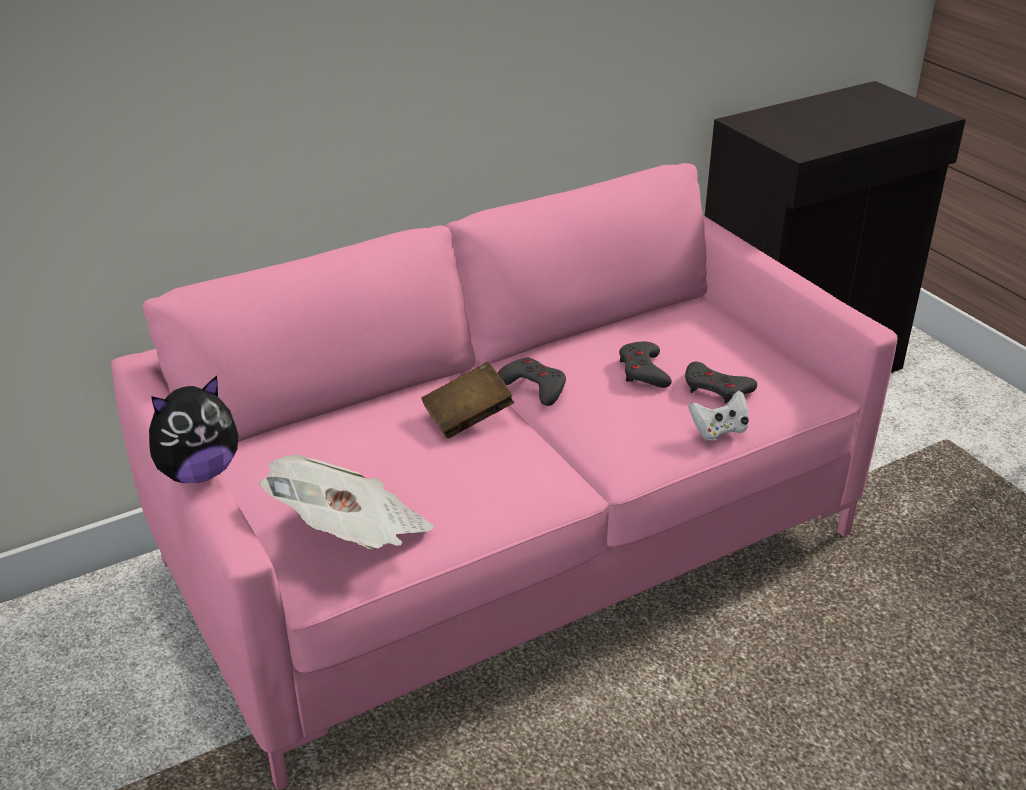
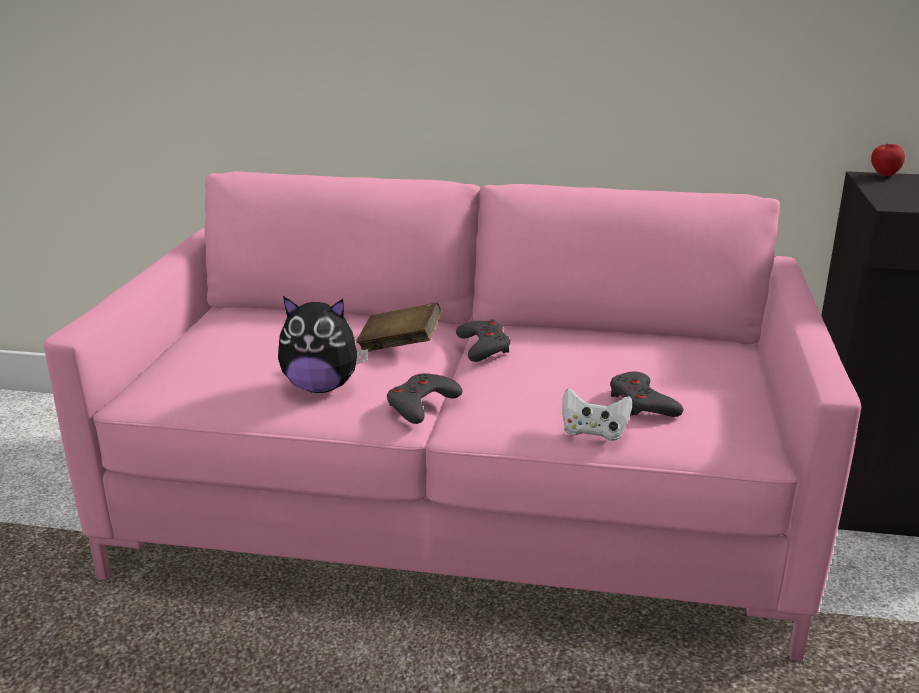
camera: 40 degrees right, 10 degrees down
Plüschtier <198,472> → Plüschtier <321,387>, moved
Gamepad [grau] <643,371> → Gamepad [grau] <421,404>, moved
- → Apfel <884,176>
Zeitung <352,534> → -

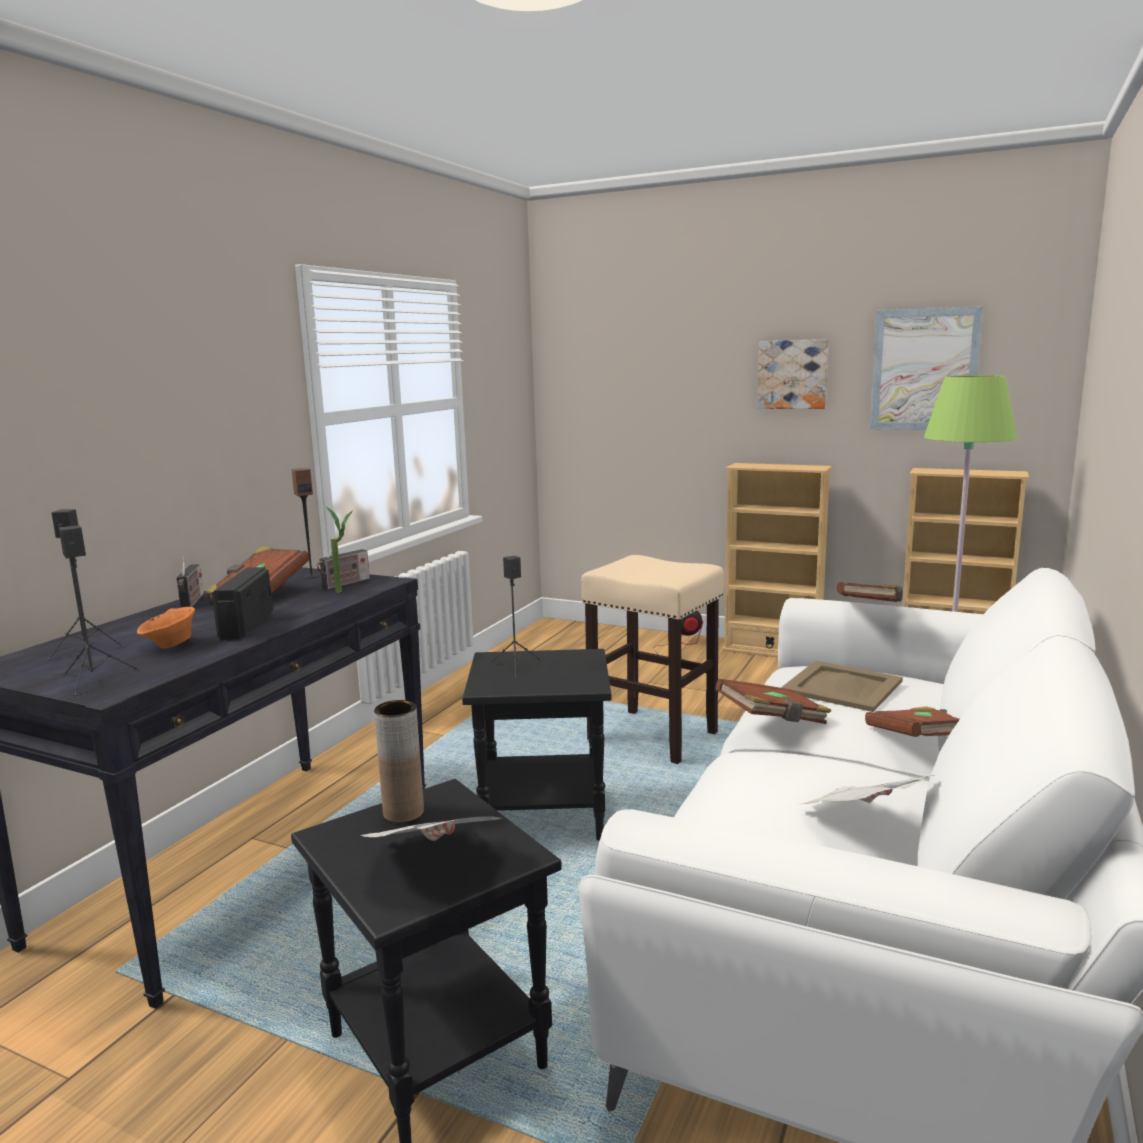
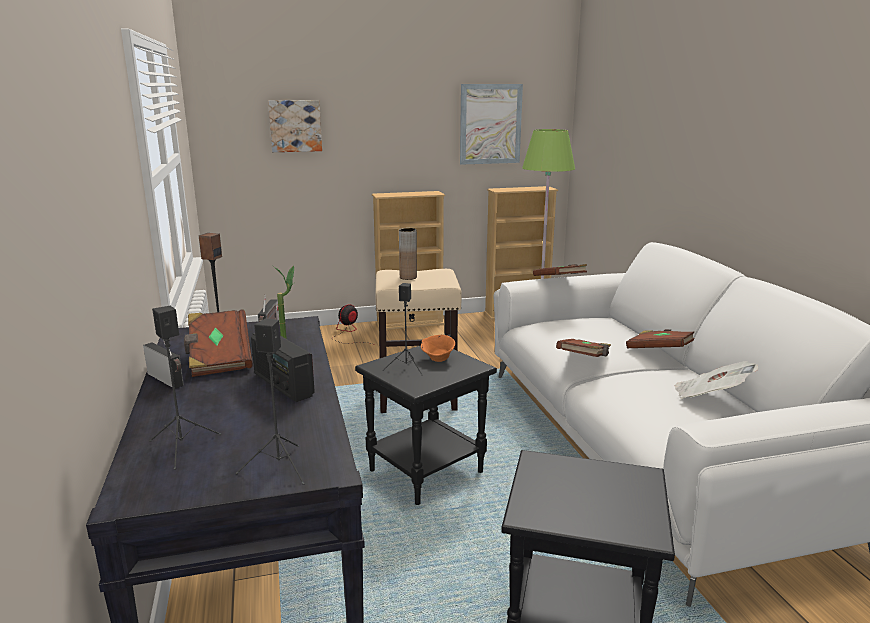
camera: 40 degrees left, 5 degrees up
Bild <793,374> → Bild <295,125>, moved
Vase [braun] <403,813> → Vase [braun] <408,277>, moved
Schüssel [orange] <170,645> → Schüssel [orange] <438,359>, moved
Zeitung <436,860> → -
Tablett [beige] <842,687> → -

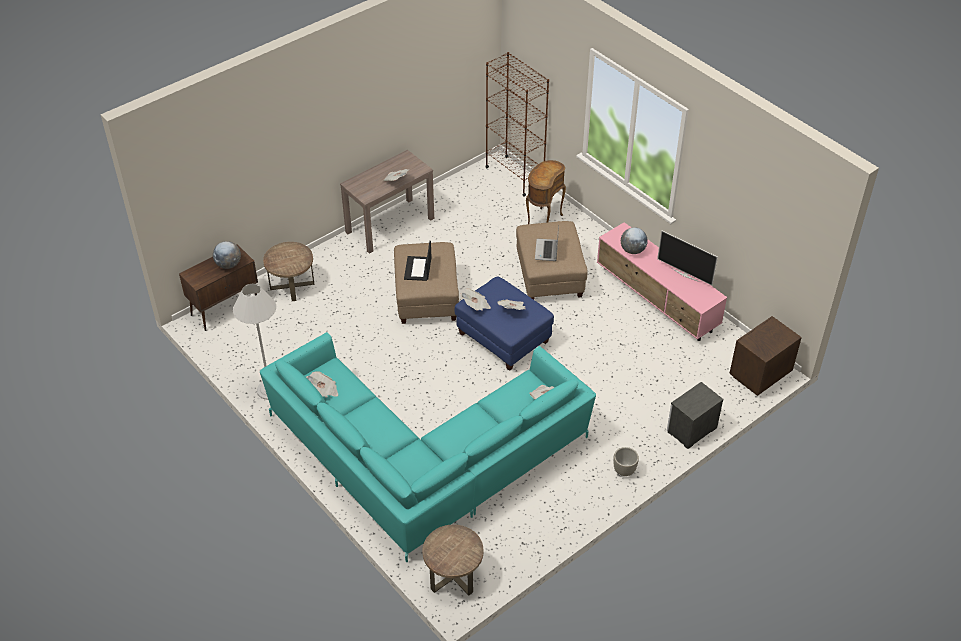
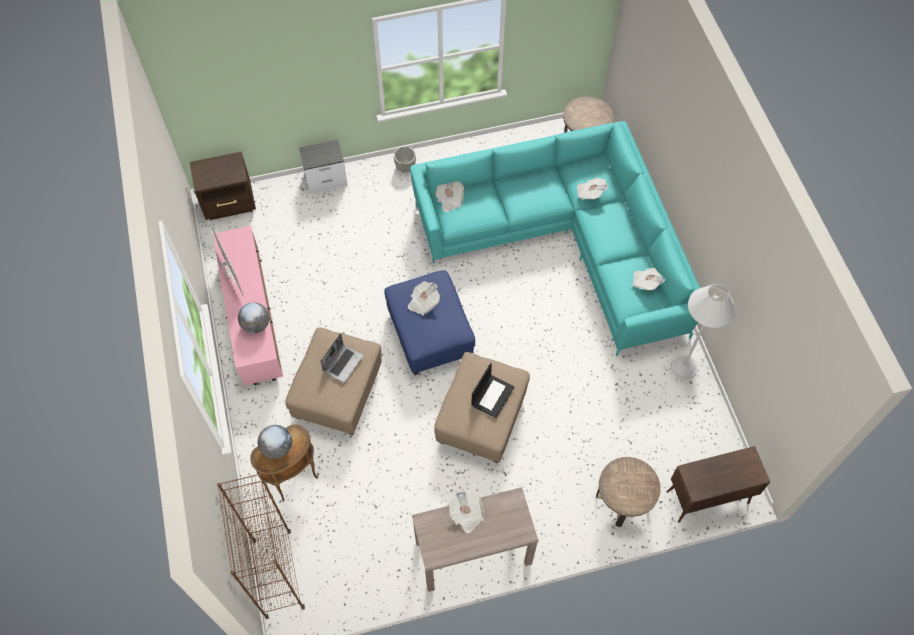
camera: 155 degrees left, 15 degrees up
Globus <228,265> → Globus <277,448>, moved
Zeitung <476,305> → Zeitung <590,193>, moved

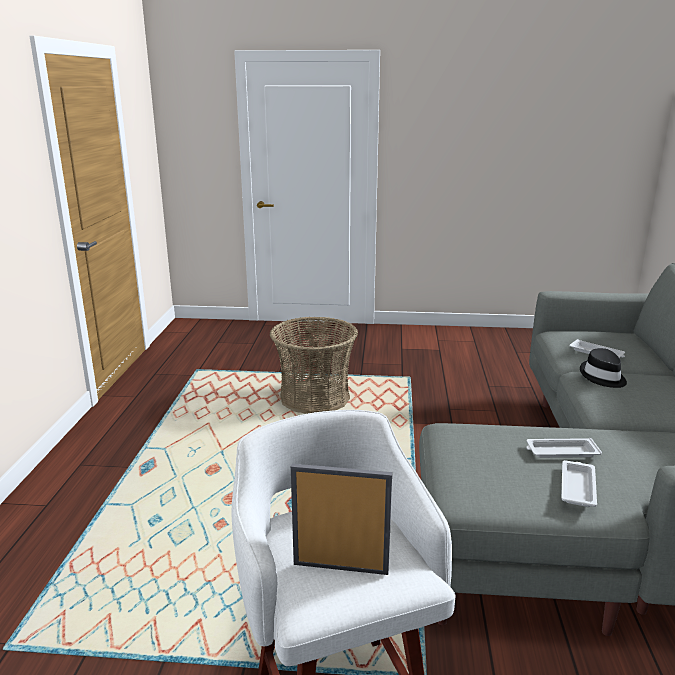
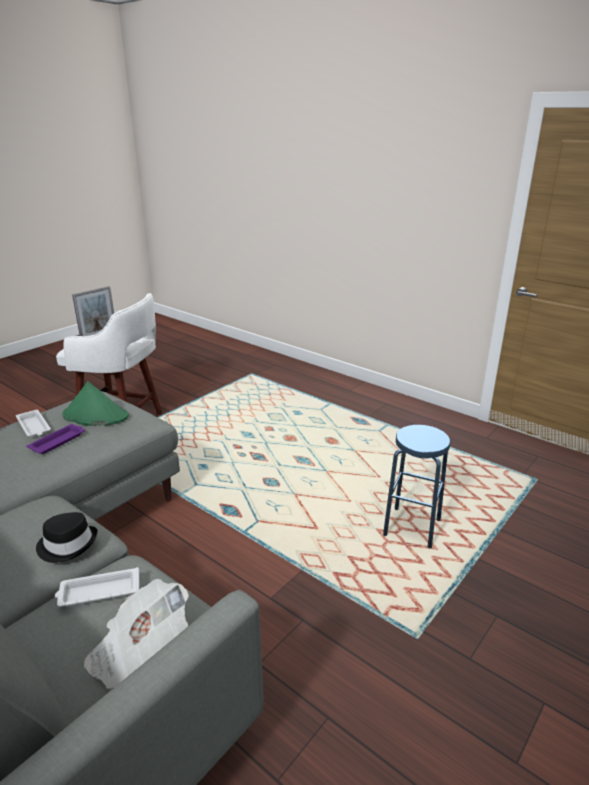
camera: 125 degrees right, 5 degrees up
Tablett [weiß] <561,452> → Tablett [lila] <58,441>
- → Hut [grün] <95,416>
- → Zeitung <140,654>
Korb <314,398> → Hocker [blau] <412,528>

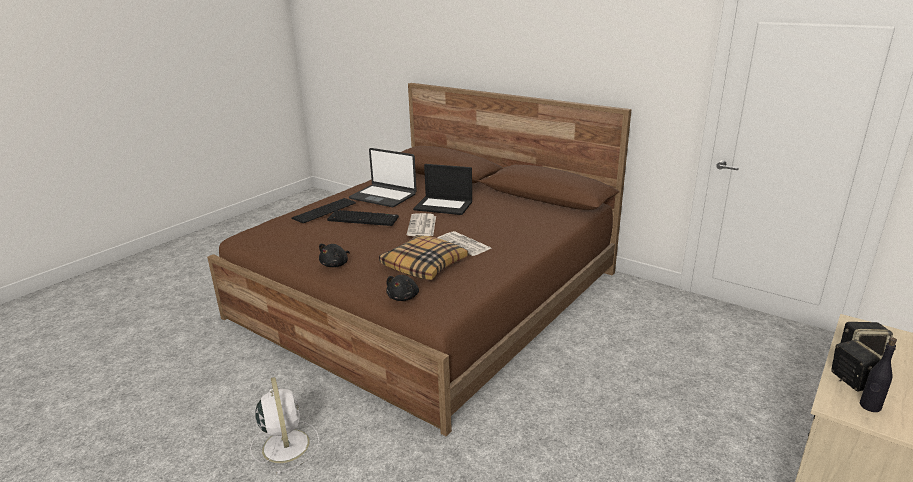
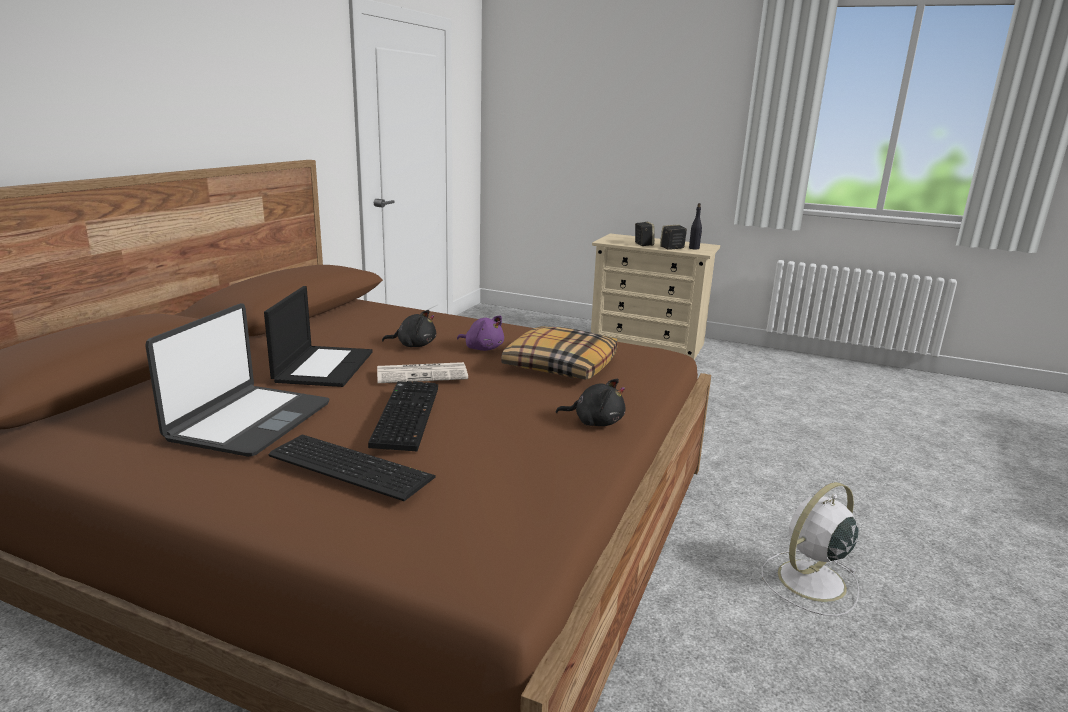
camera: 105 degrees left, 5 degrees down
Plüschtier [schwarz] <403,297> → Plüschtier [schwarz] <414,345>, moved
Zeitung <465,244> → Plüschtier [lila] <482,348>

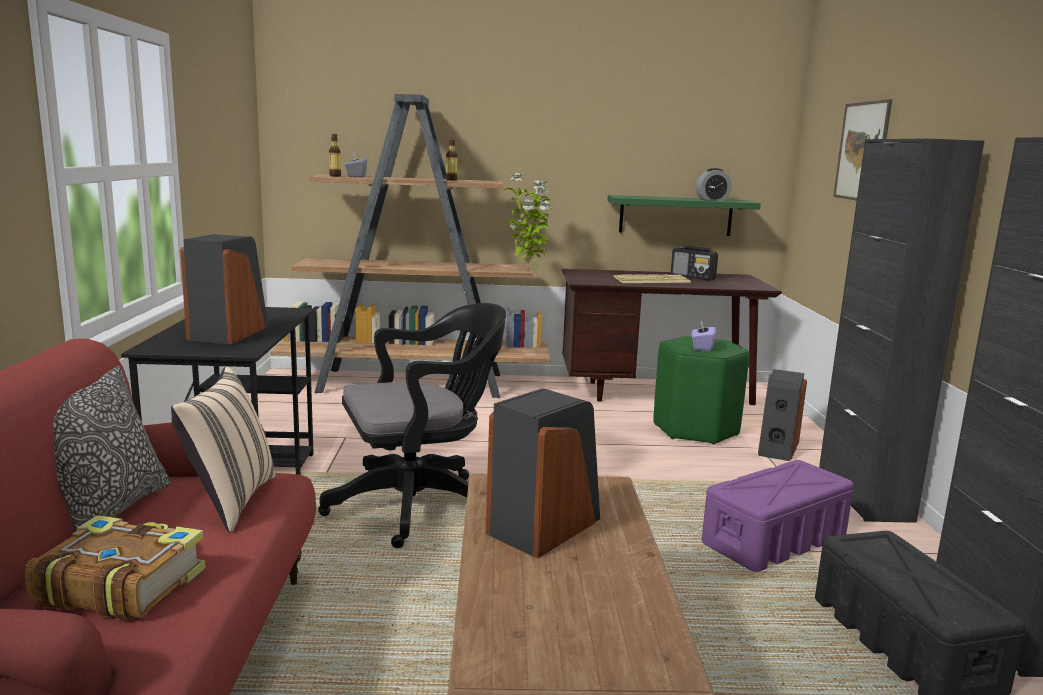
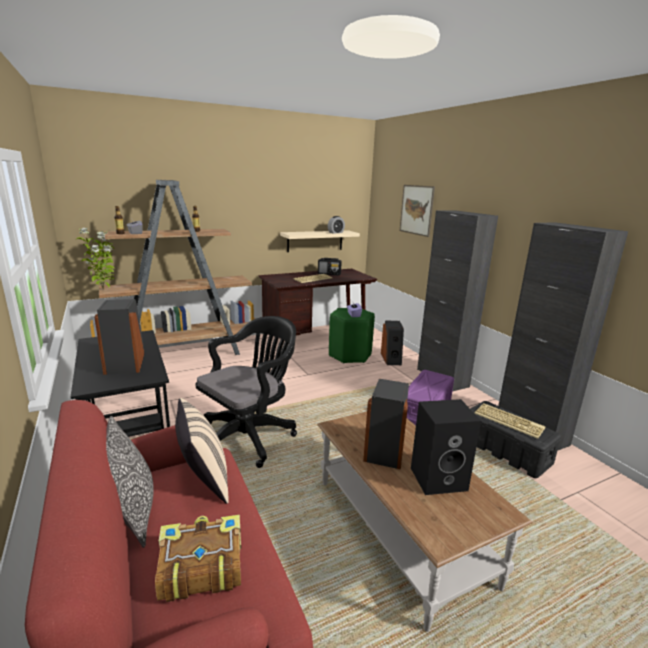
camera: 25 degrees left, 5 degrees up
Topfpflanze <528,270> → Topfpflanze <104,289>, moved
Wandregal [grün] <675,215> → Wandregal [beige] <315,241>
- → Lautsprecher [schwarz] <439,478>
- → Tastatur <509,421>

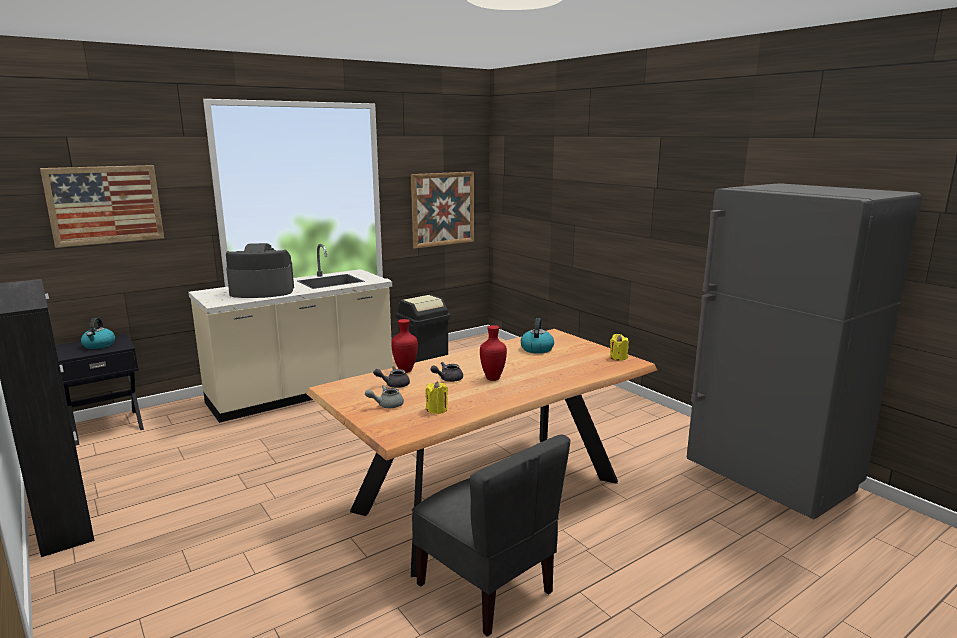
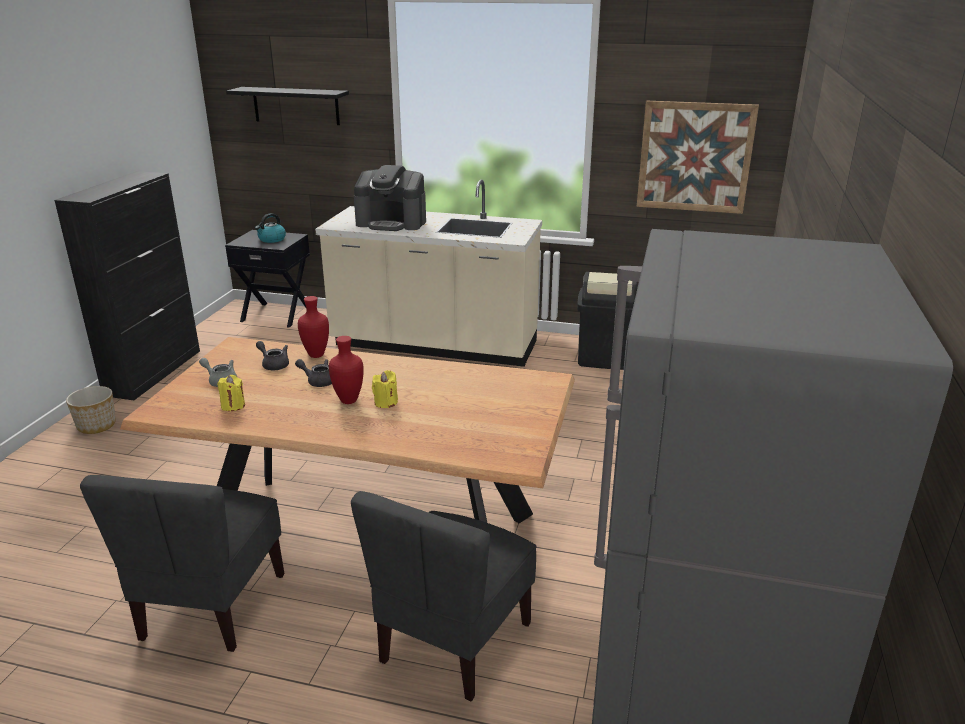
camera: 50 degrees right, 10 degrees up
- → Pflanzkübel <96,426>
Bild <105,205> → Wandregal [schwarz] <296,106>
- → Stuhl [grau] <453,642>
Kaffeemaschine <261,291> → Kaffeemaschine <392,223>, 150 degrees clockwise
Kerze [gelb] <618,357> → Kerze [gelb] <386,402>, moved
Wasserkessel <537,349> → -

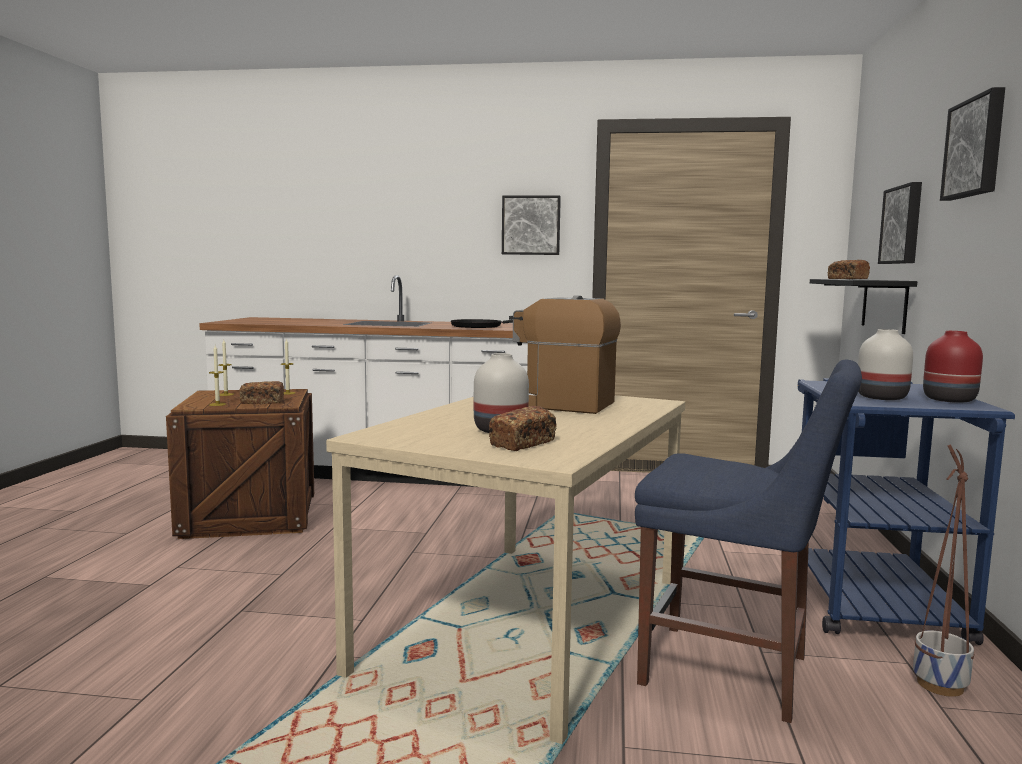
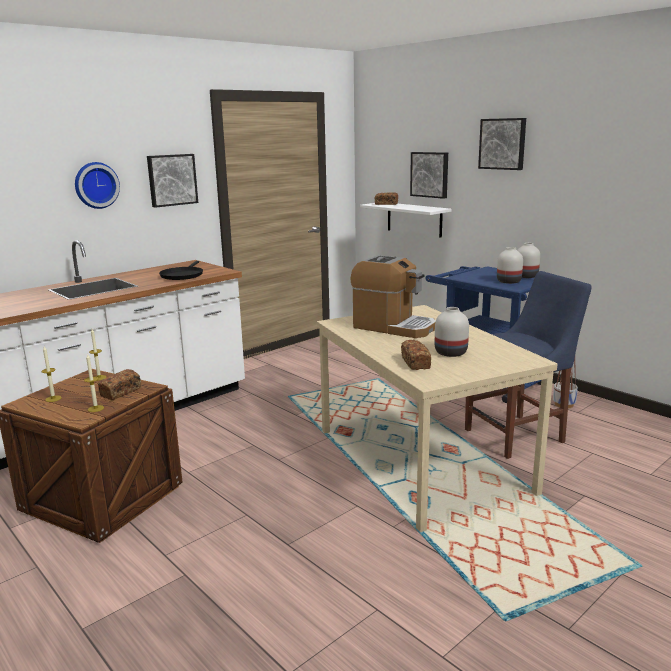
camera: 50 degrees left, 10 degrees up
- → Wanduhr <96,185>
Kaffeemaschine <553,404> → Kaffeemaschine <394,327>, 120 degrees counterclockwise
Wandregal [schwarz] <884,304> → Wandregal [weiß] <414,219>
Brot <523,443> → Brot <415,363>, moved
Vase [rot] <948,399> → Vase [weiß] <525,276>

